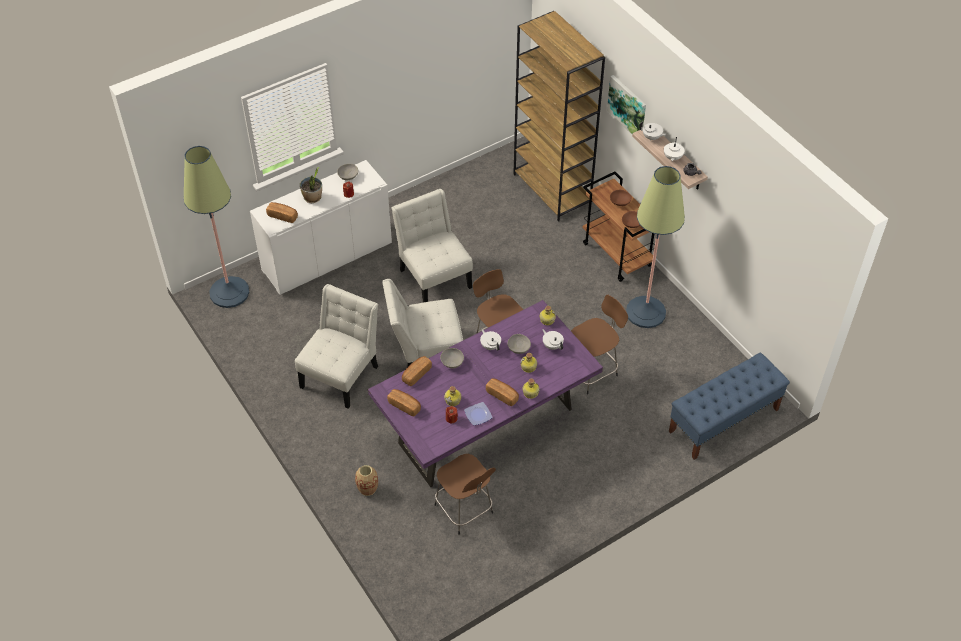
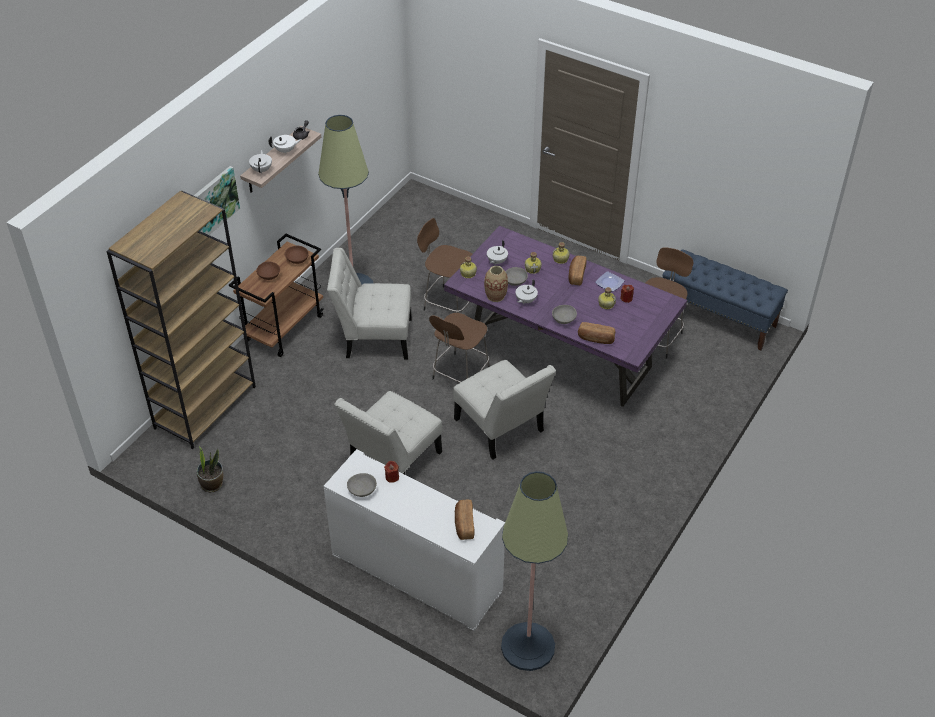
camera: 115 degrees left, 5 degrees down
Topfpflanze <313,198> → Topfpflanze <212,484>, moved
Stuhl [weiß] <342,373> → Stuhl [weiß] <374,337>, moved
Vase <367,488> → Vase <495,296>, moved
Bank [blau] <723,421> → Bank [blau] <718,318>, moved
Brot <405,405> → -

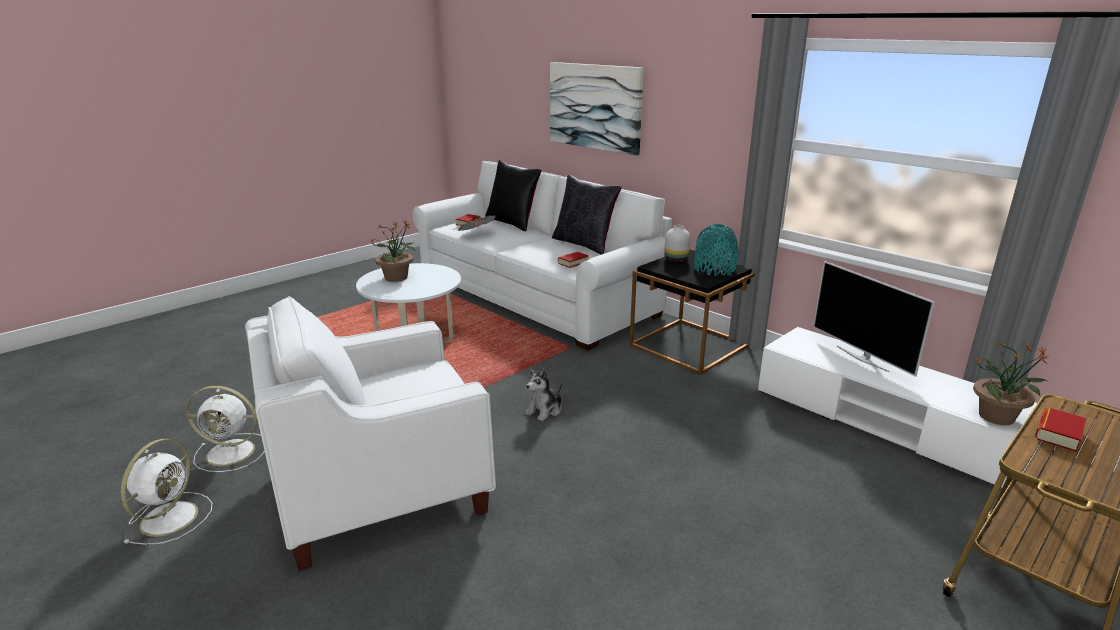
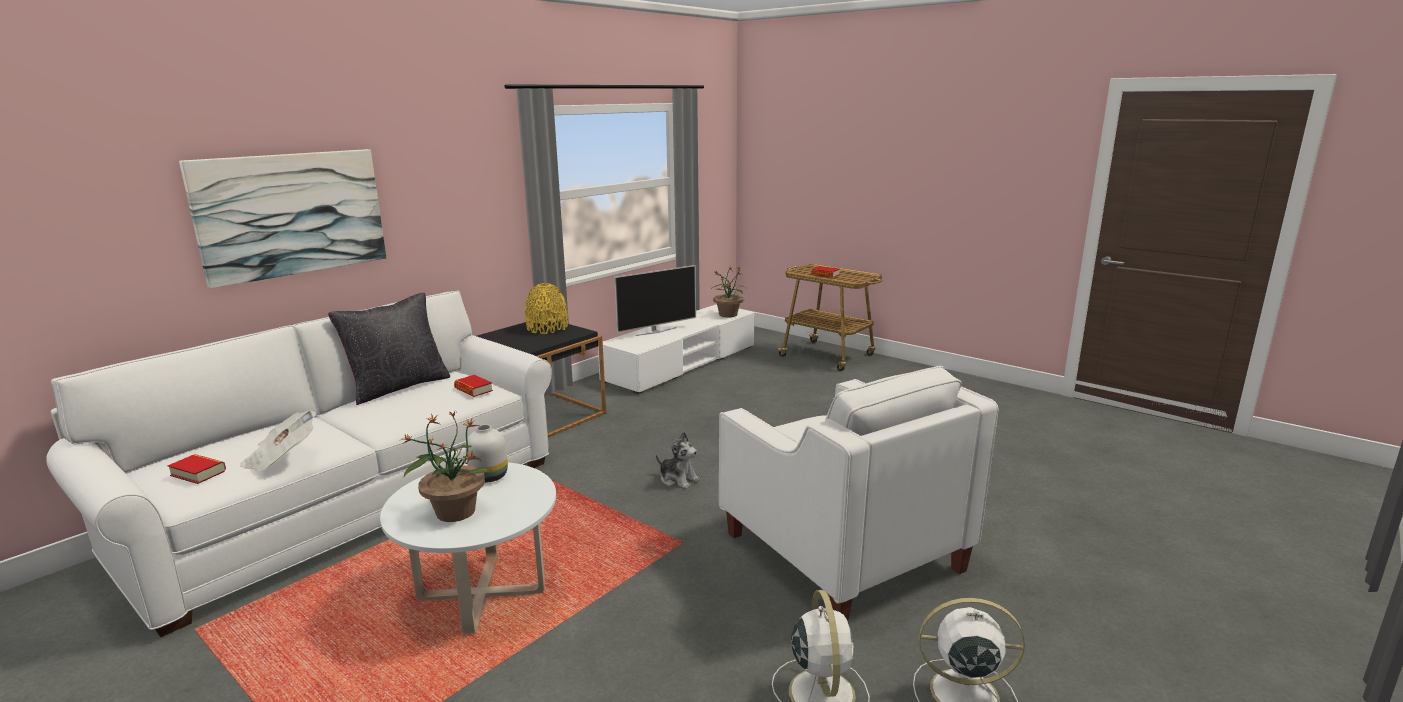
camera: 95 degrees left, 5 degrees down
Vase [weiß] <675,259> → Vase [weiß] <488,477>, moved
Vase [türkis] <714,269> → Vase [gelb] <547,328>
Kissen [schwarz] <512,222> → -

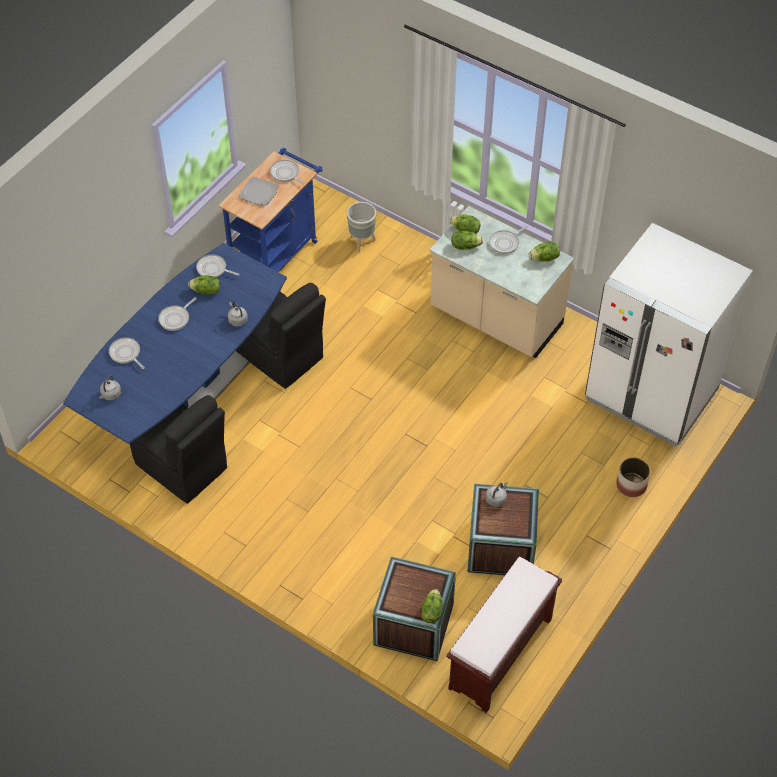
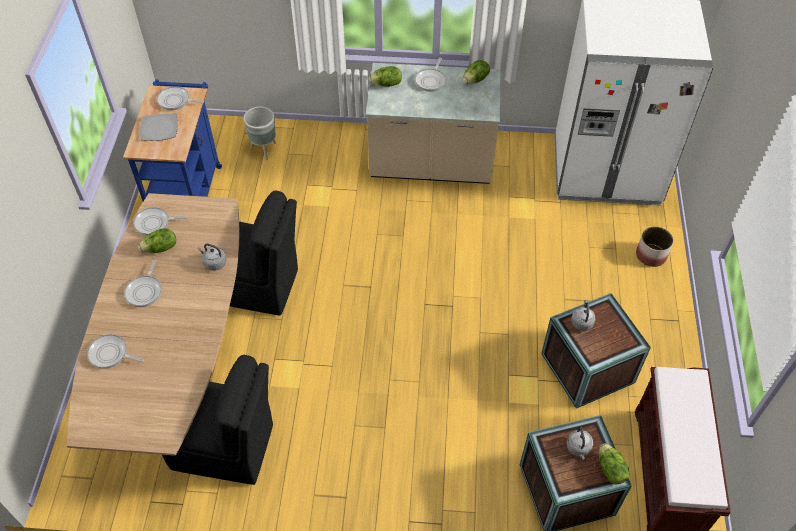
camera: 30 degrees left, 0 degrees up
Esstisch [blau] <187,393> → Esstisch [braun] <182,366>
Wasserkessel [grau] <110,395> → Wasserkessel [grau] <578,448>, moved
Salatkopf <465,246> → -

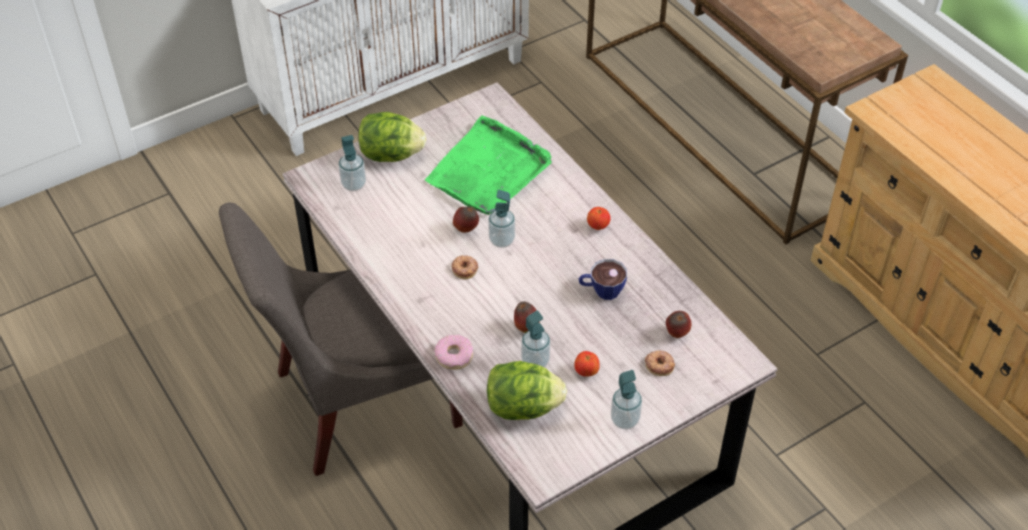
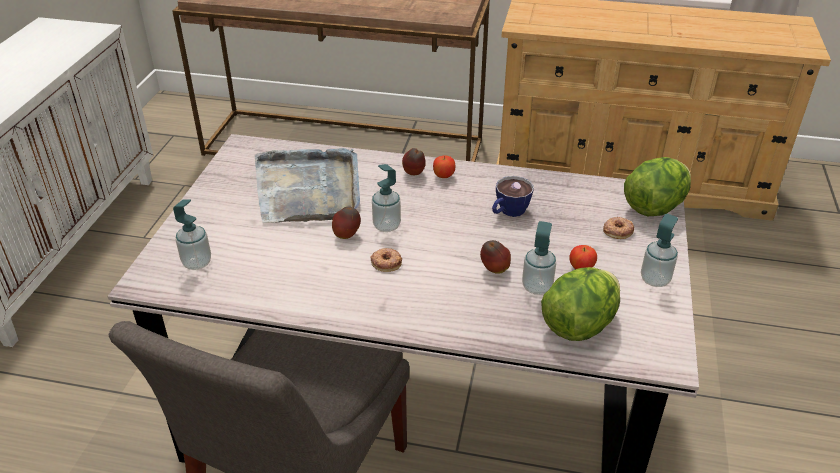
camera: 45 degrees left, 10 degrees down
Tablett [grün] <489,171> → Tablett [grau] <308,189>
Apfel <676,334> → Apfel <414,174>, moved
Salatkopf <391,155> → Salatkopf <654,207>, moved
Donut <454,356> → -

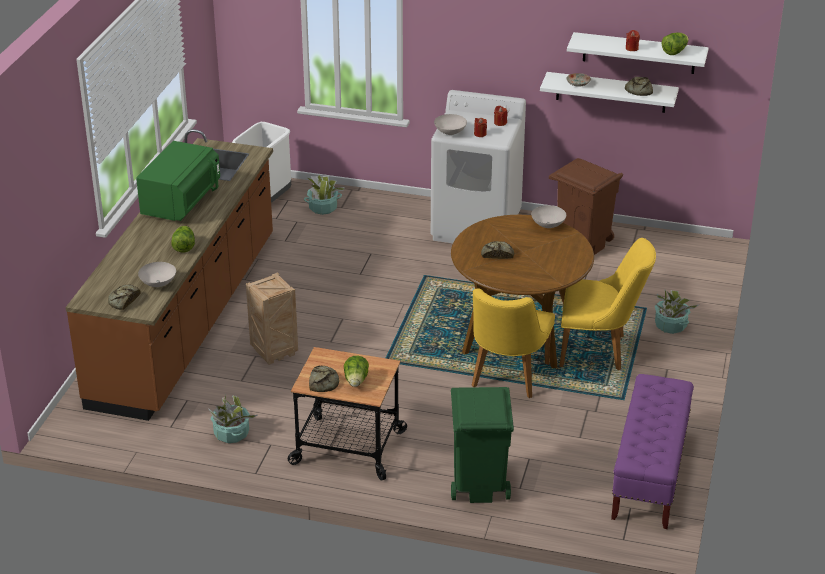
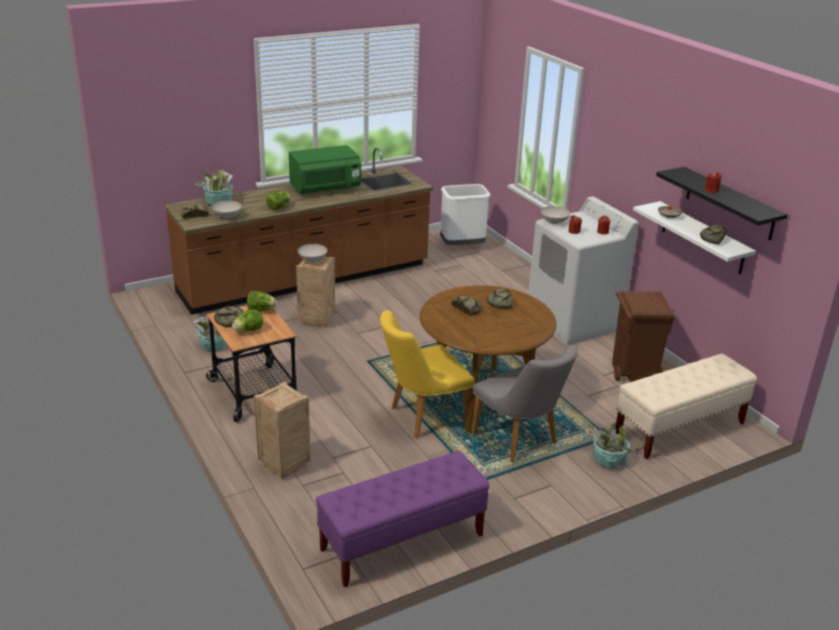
camera: 45 degrees right, 5 degrees down
Topfpflanze <323,208> → Topfpflanze <219,202>, moved
Salatkopf <674,52> → Salatkopf <261,310>, moved
Mülleimer [grün] <479,484> → Kiste <283,464>
Schüssel [weiß] <547,225> → Schüssel [weiß] <312,260>, moved
Stuhl [gelb] <600,351> → Stuhl [grau] <520,442>
- → Brot <500,303>
- → Bank [beige] <679,428>
Wandregal [weiß] <639,53> → Wandregal [schwarz] <730,203>

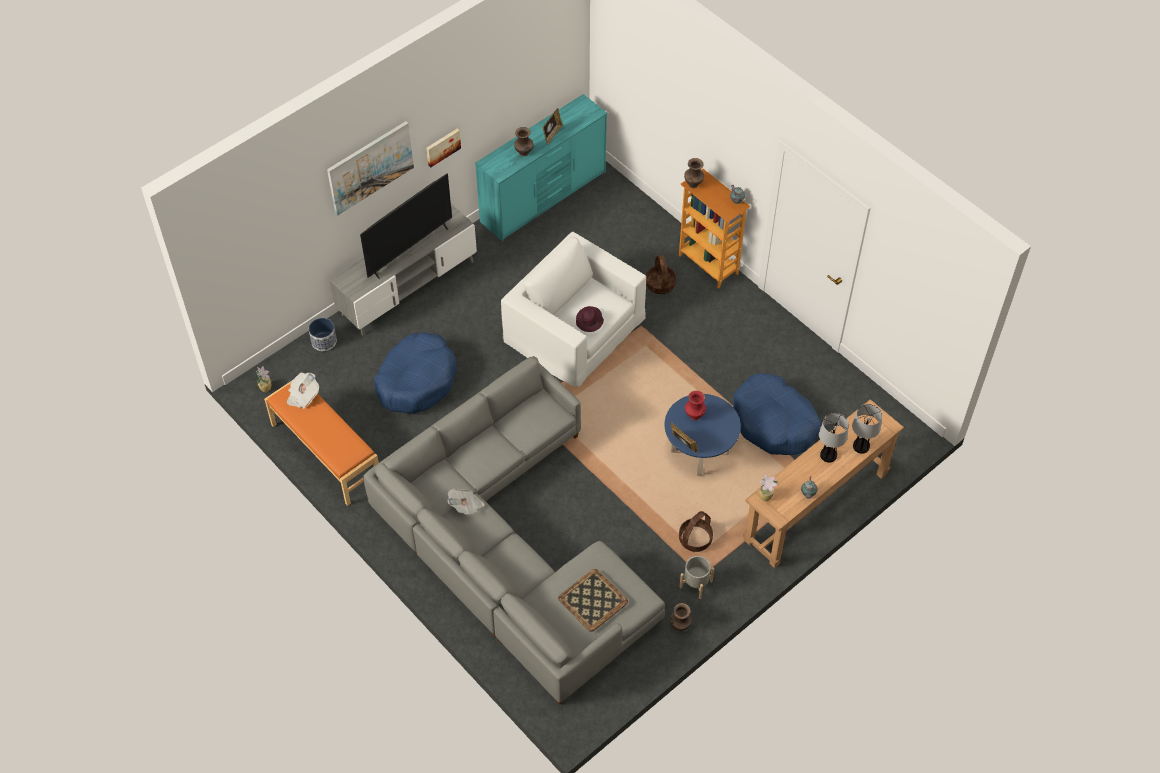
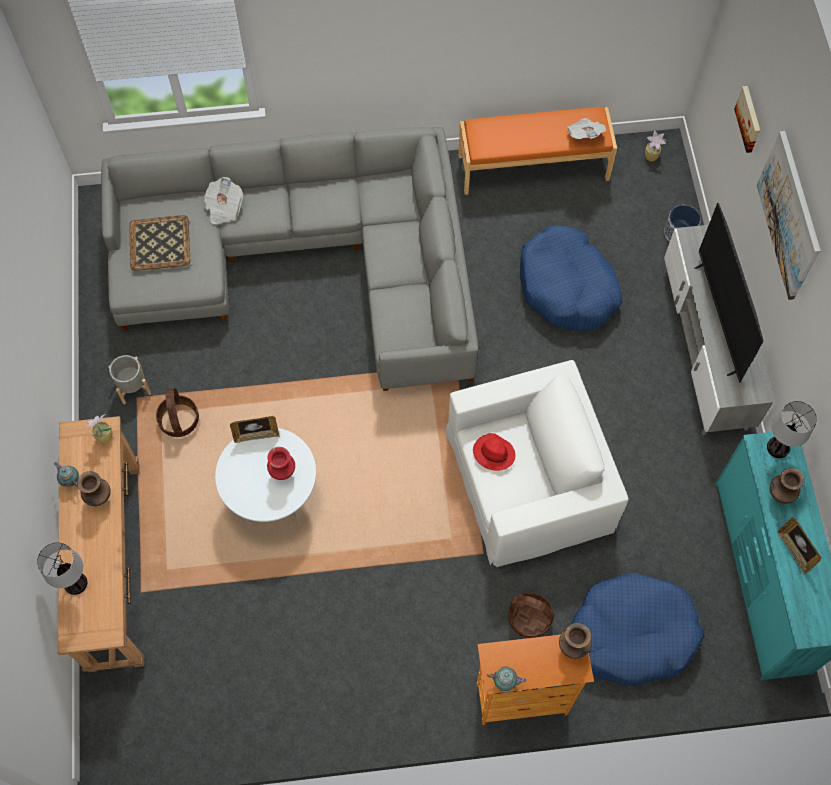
camera: 125 degrees right, 10 degrees up
Vase [braun] <680,625> → Vase [braun] <99,498>, moved
Zeitung <466,506> → Zeitung <224,208>, moved
Couchtisch [blau] <699,452> → Couchtisch [weiß] <272,496>
Hut [lila] <589,321> → Hut [rot] <493,453>
Hundebett [blau] <774,422> → Hundebett [blau] <632,634>, moved
Bild <442,147> → Bild <749,119>, moved
Tischlampe <828,455> → Tischlampe <777,448>, moved

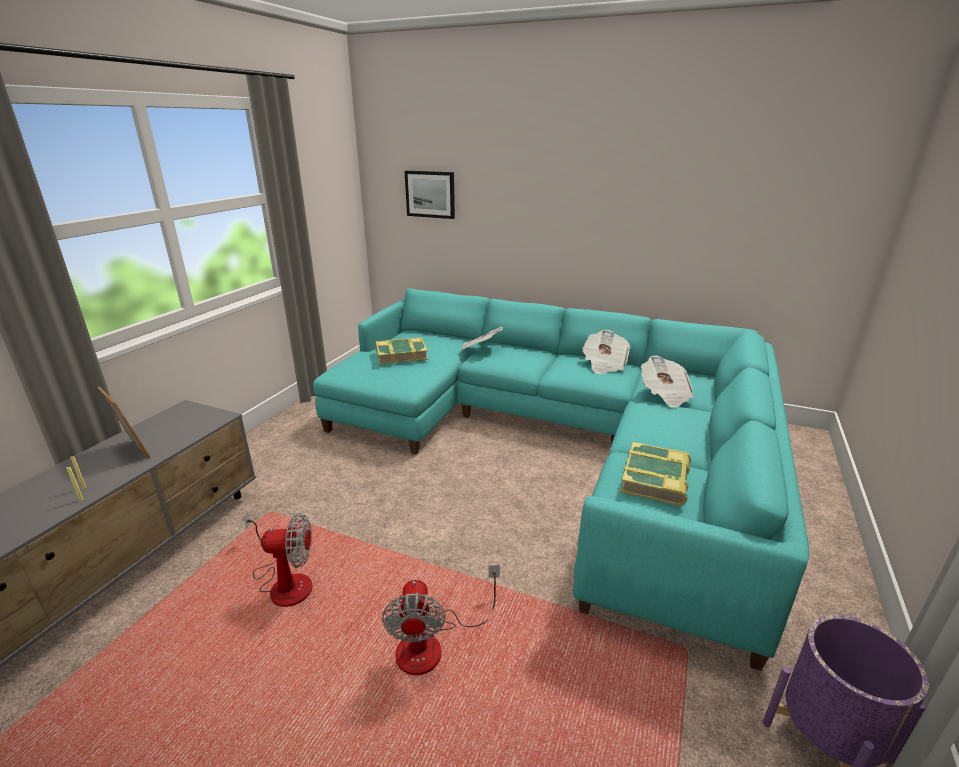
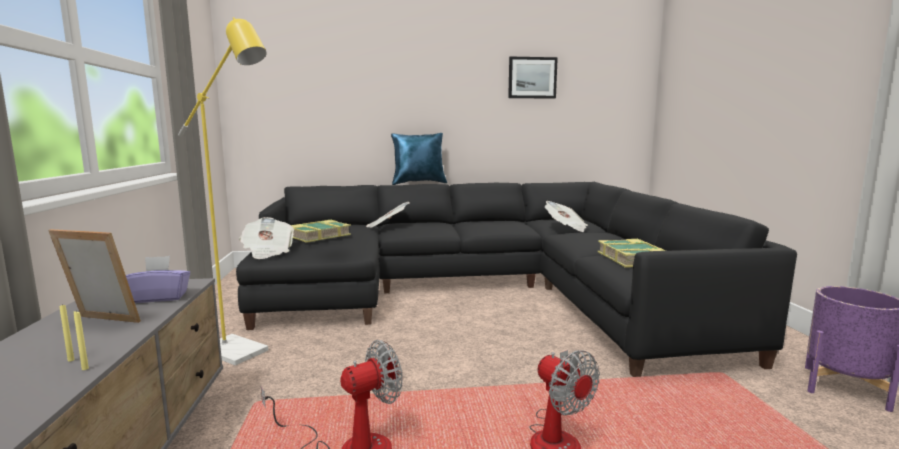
camera: 30 degrees left, 15 degrees down
- → Taschentuchbox [lila] <160,297>
- → Stehlampe [gelb] <241,353>
Sofa [türkis] <558,440> → Sofa [schwarz] <484,291>
Zeitung <604,364> → Zeitung <267,252>, moved
- → Kissen [blau] <419,183>
Bild <430,194> → Bild <532,78>, moved

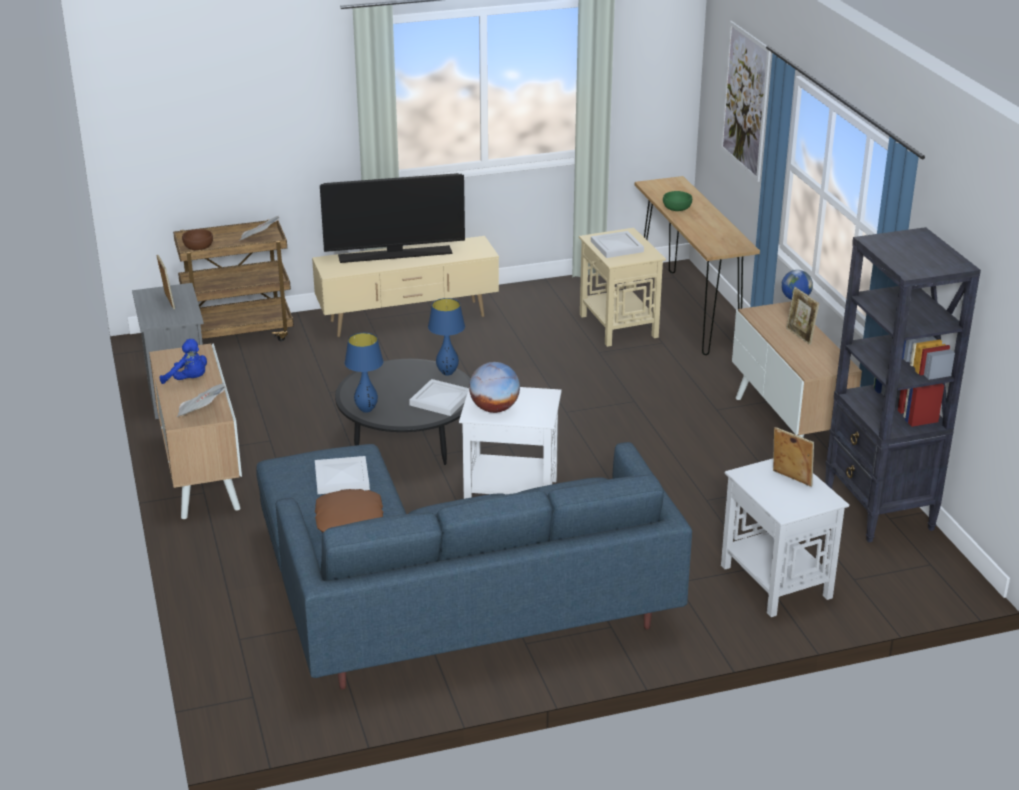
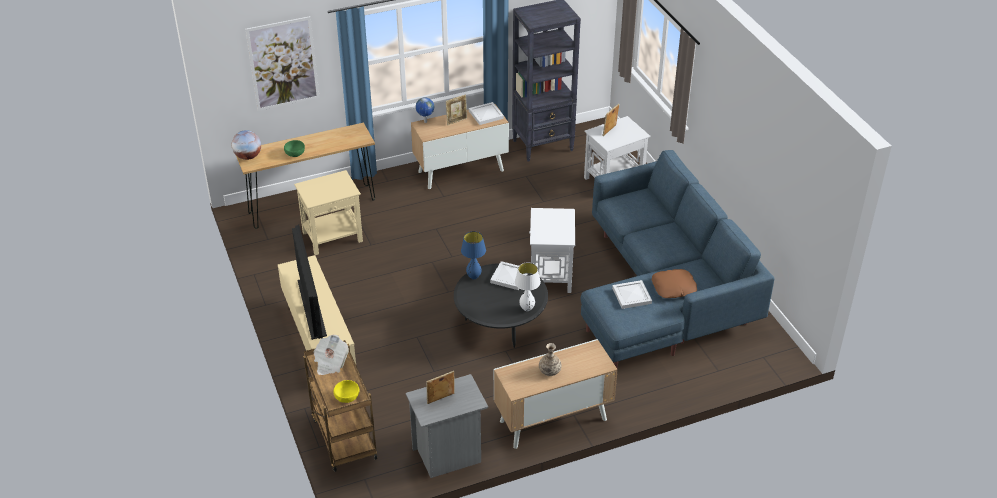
camera: 95 degrees left, 10 degrees up
Globus <494,409> → Globus <248,156>, moved
Schüssel [braun] <198,247> → Schüssel [gelb] <347,397>
Tablett [weiß] <616,247> → Tablett [weiß] <486,115>, moved
Tischlampe [blau] <366,410> → Tischlampe [weiß] <527,308>
Plüschtier [blau] <188,380> → Vase <550,371>
Zeitung <201,412> → -

